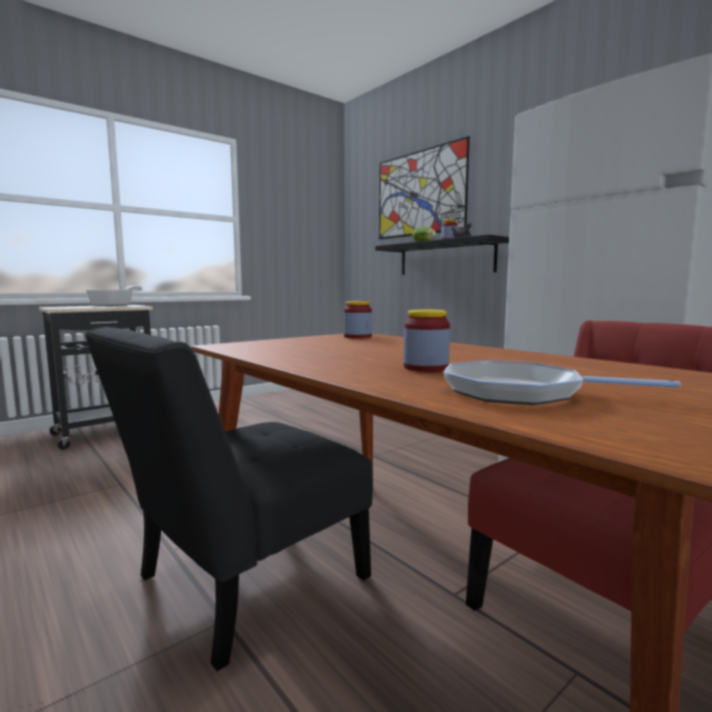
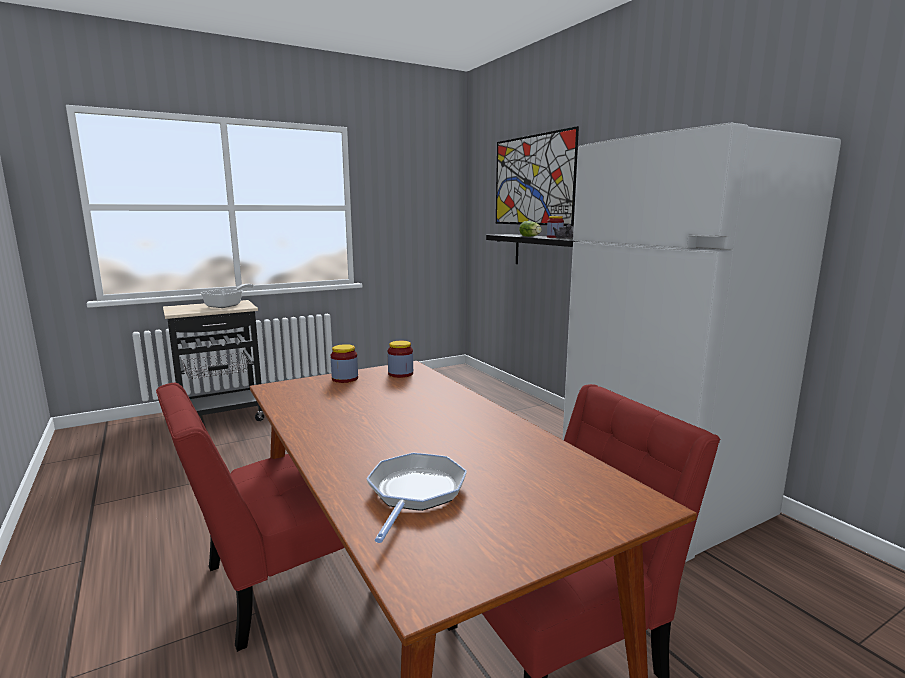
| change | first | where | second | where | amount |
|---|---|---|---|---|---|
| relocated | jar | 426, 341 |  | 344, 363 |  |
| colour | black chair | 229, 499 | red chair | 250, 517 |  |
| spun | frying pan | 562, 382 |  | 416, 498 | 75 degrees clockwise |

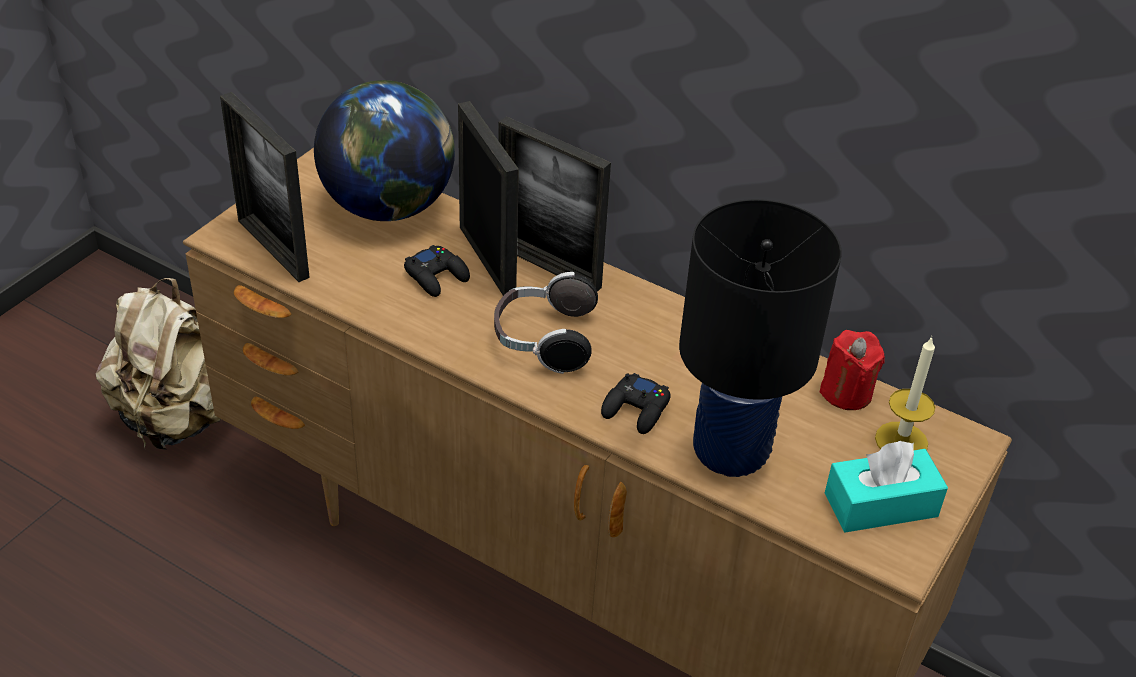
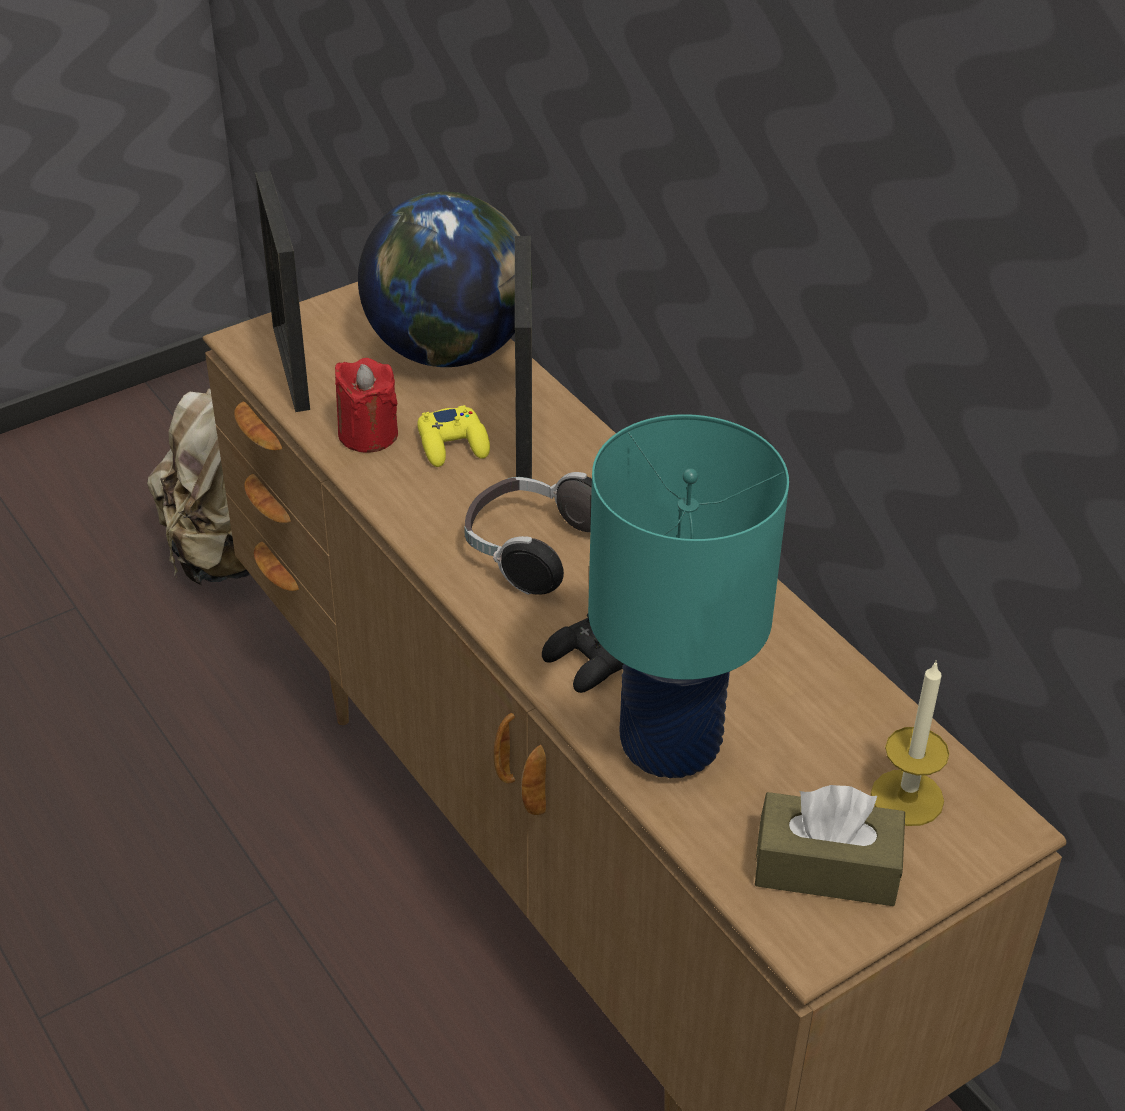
| change | first | where | second | where | amount |
|---|---|---|---|---|---|
| missing | picture frame | 554, 204 |  |  |  |
| colour | black table lamp | 760, 338 | turquoise table lamp | 688, 596 |  |
| colour | black game controller | 437, 271 | yellow game controller | 454, 436 |  |
| relocated | red candle | 852, 370 |  | 366, 405 |  |
| colour | turquoise tissue box | 886, 487 | brown tissue box | 830, 845 |  |

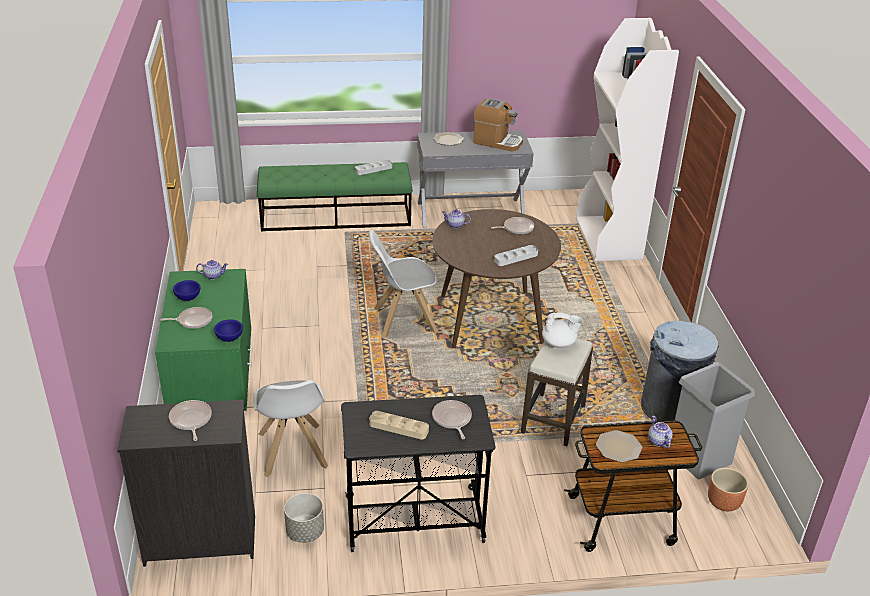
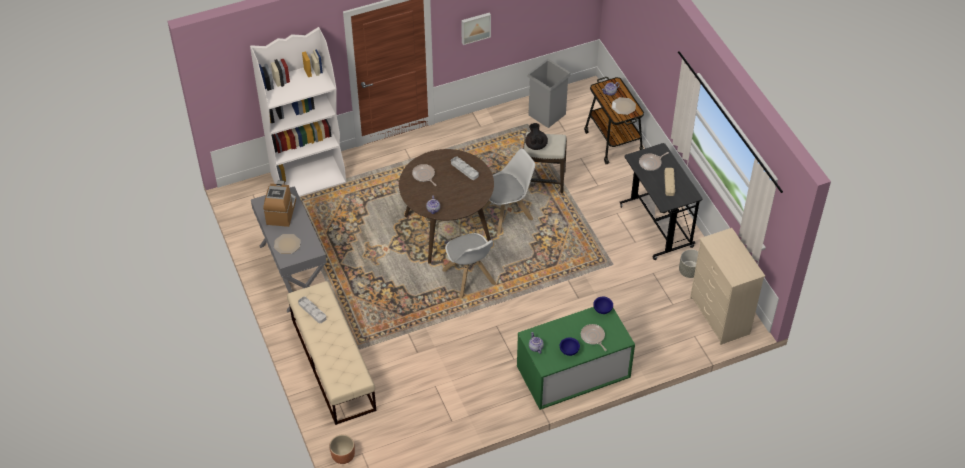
| change | first | where | second | where | amount |
|---|---|---|---|---|---|
| colour | green bench | 335, 197 | beige bench | 331, 353 |  |
| colour | white teapot | 562, 330 | black teapot | 536, 136 |  |
| missing | grey trash can | 680, 371 |  |  |  |
| relocated | chair | 291, 428 |  | 509, 191 |  |
| colour | black dresser | 186, 483 | beige dresser | 727, 286 |  |
| missing | frying pan | 190, 420 |  |  |  |
| relocated | brown planter | 728, 489 |  | 342, 449 |  |
| appeared |  |  | picture | 476, 28 |  |

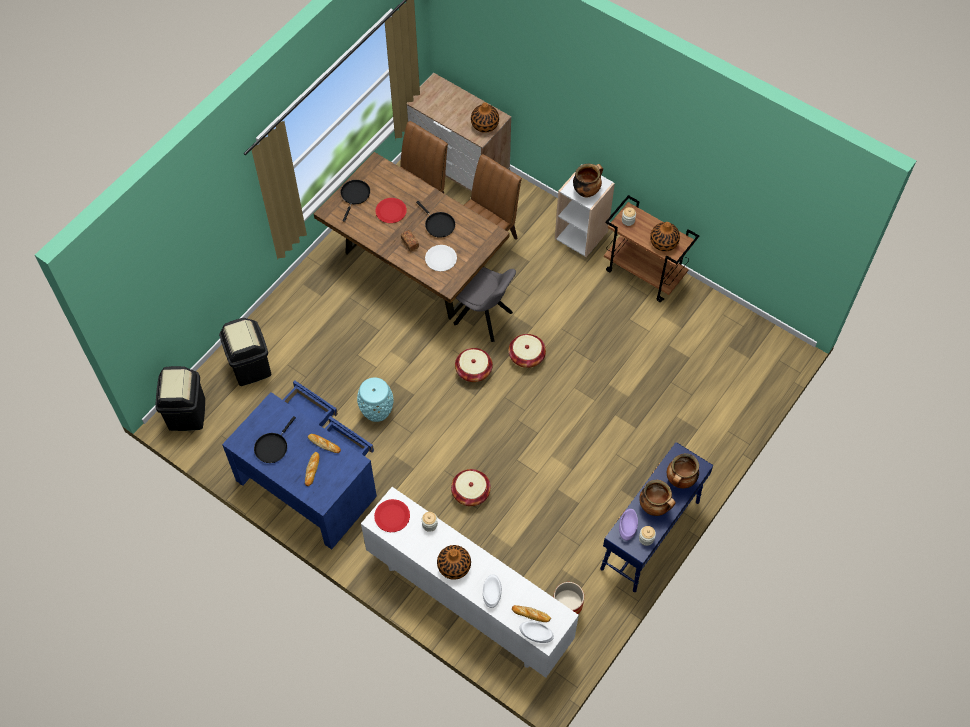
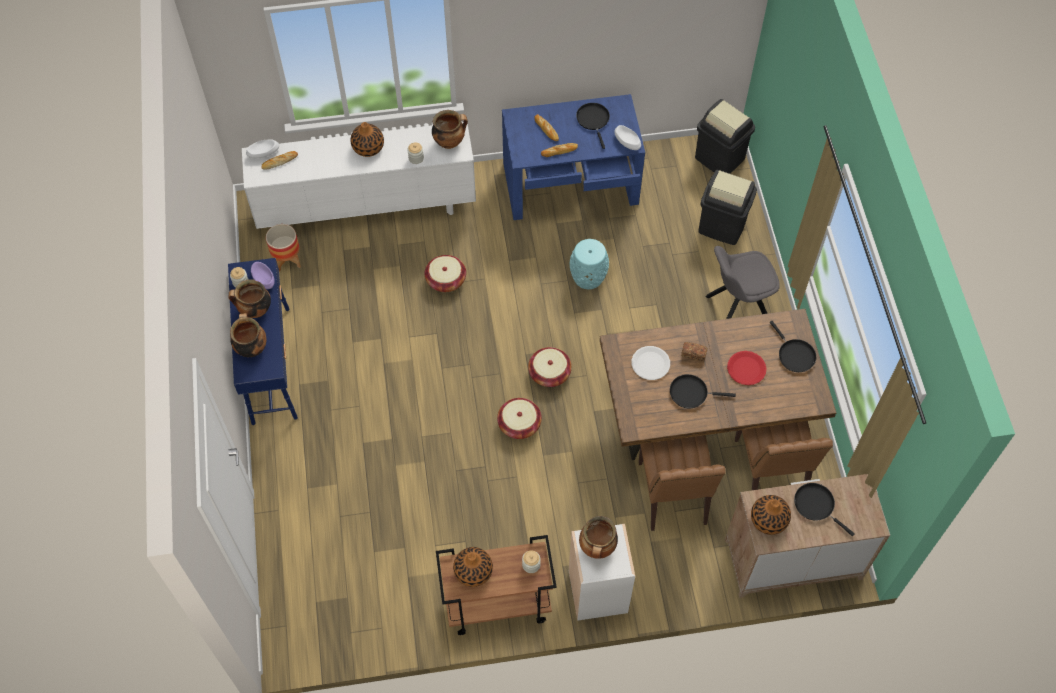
| change | first | where | second | where | amount |
|---|---|---|---|---|---|
| relocated | grey chair | 485, 304 |  | 743, 282 |  |
| exchanged | red plate | 392, 515 | cooking pot | 450, 129 |  |
| relocated | white bowl | 492, 591 |  | 627, 137 |  |
| appeared |  |  | black frying pan | 824, 509 |  |

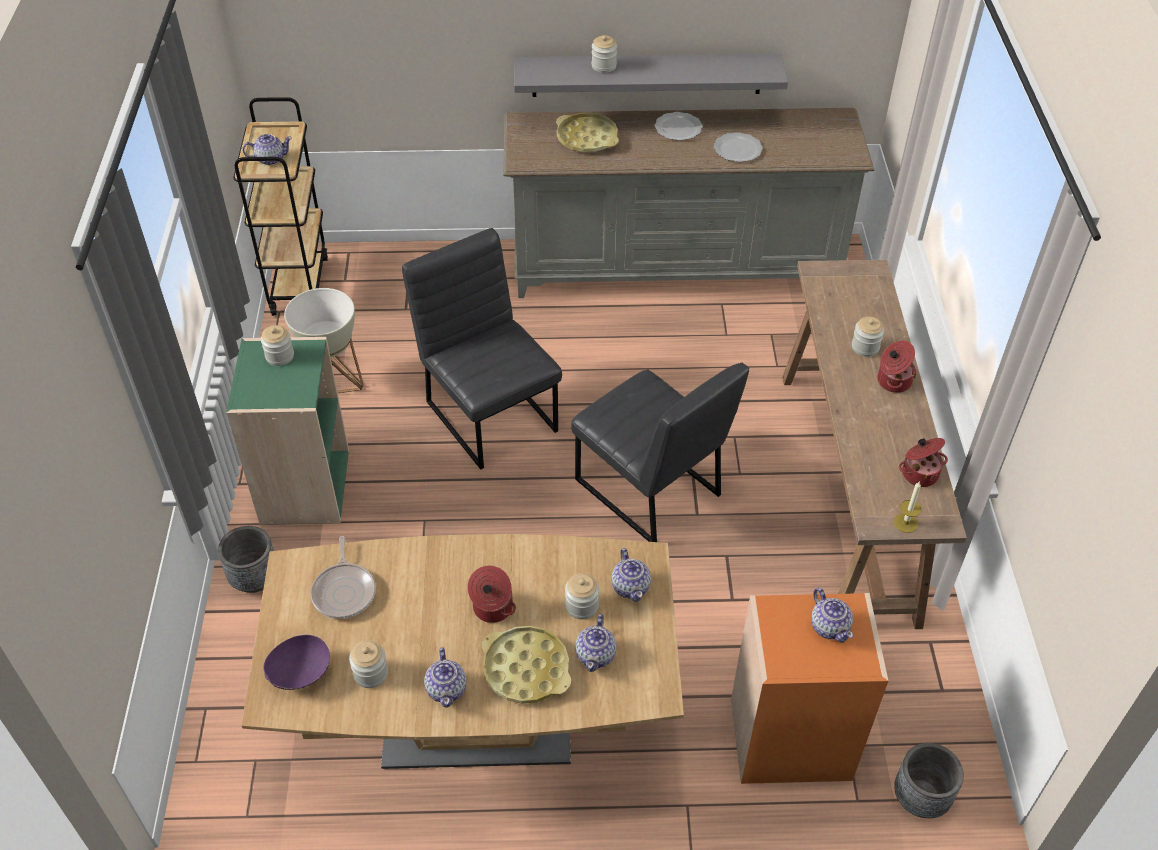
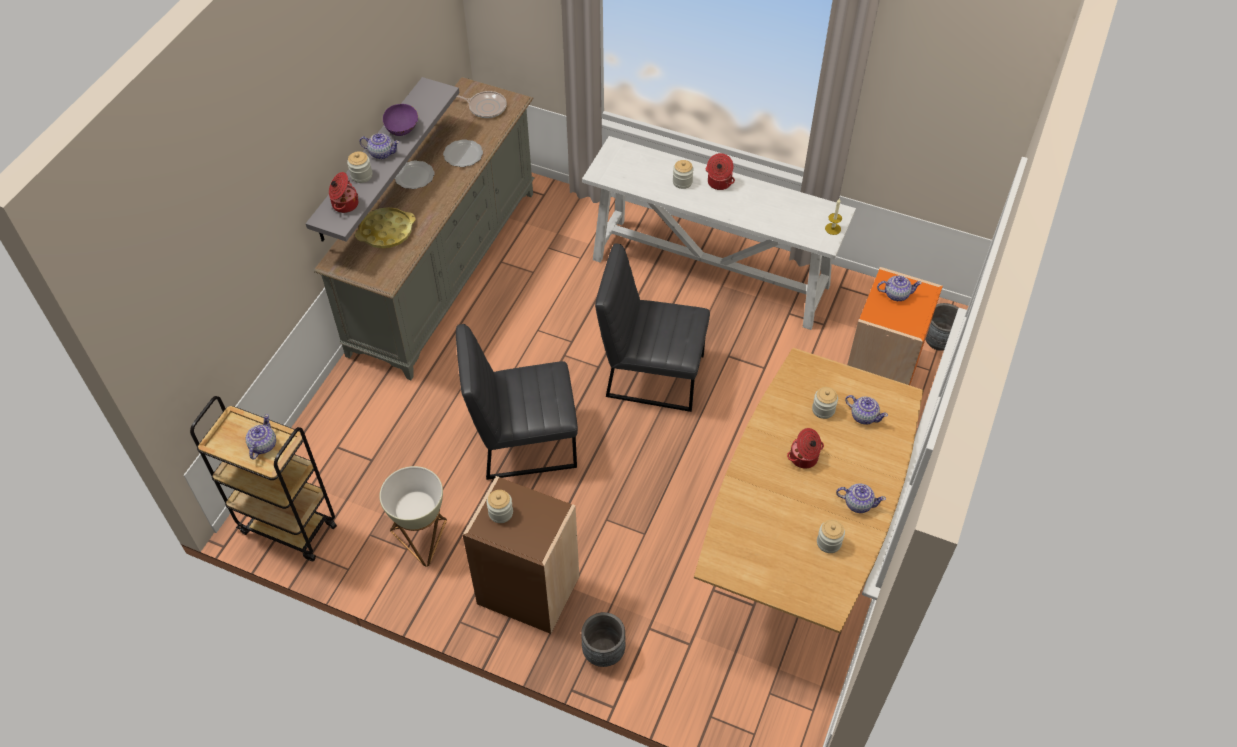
| change | first | where | second | where | amount |
|---|---|---|---|---|---|
| colour | brown console table | 874, 444 | white console table | 719, 233 |  |
| colour | green bookcase | 287, 431 | brown bookcase | 521, 555 |  |
| spun | grey chair | 660, 452 |  | 652, 327 | 150 degrees counterclockwise |
| relocated | cooking pot | 923, 462 |  | 343, 192 |  |
| relocated | frying pan | 343, 577 |  | 482, 104 |  |
| relocated | teapot | 631, 575 |  | 379, 146 |  |
| missing | yellow tray | 526, 665 |  |  |  |
| relocated | purple bowl | 296, 662 |  | 400, 119 |  |

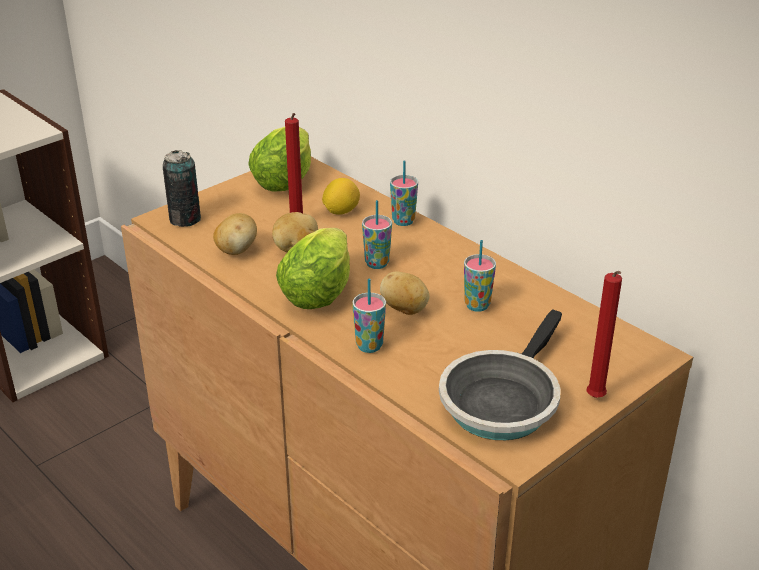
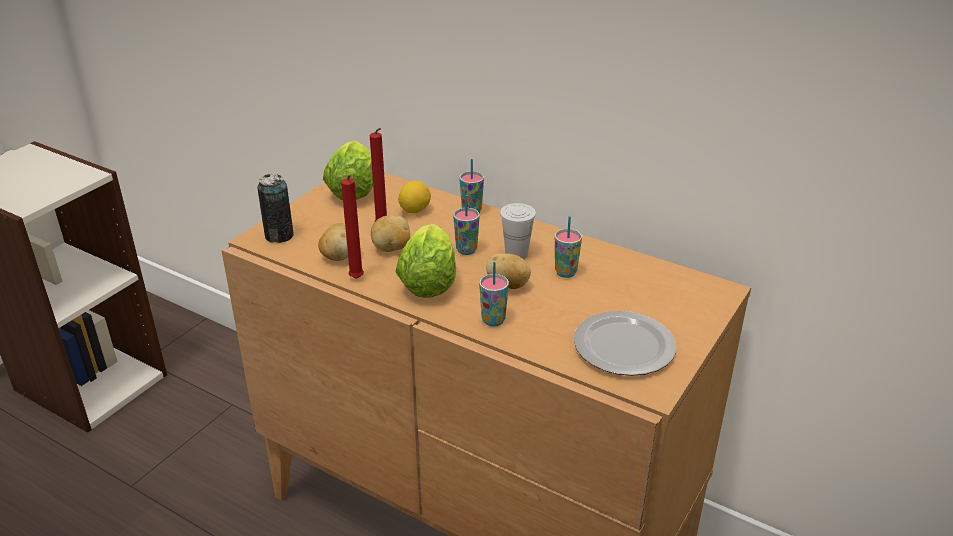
| change | first | where | second | where | amount |
|---|---|---|---|---|---|
| relocated | red candle | 604, 334 |  | 352, 227 |  |
| exchanged | frying pan | 500, 374 | plate | 625, 343 |  |
| appeared |  |  | white cup | 518, 231 |  |

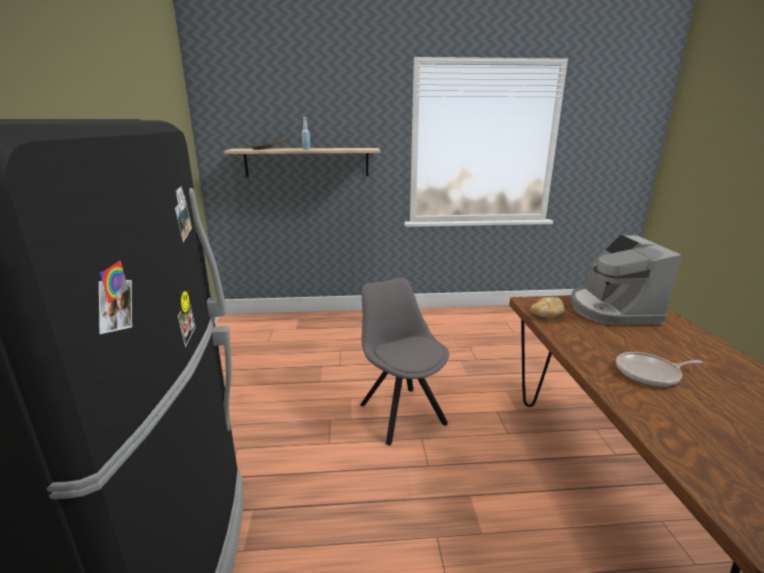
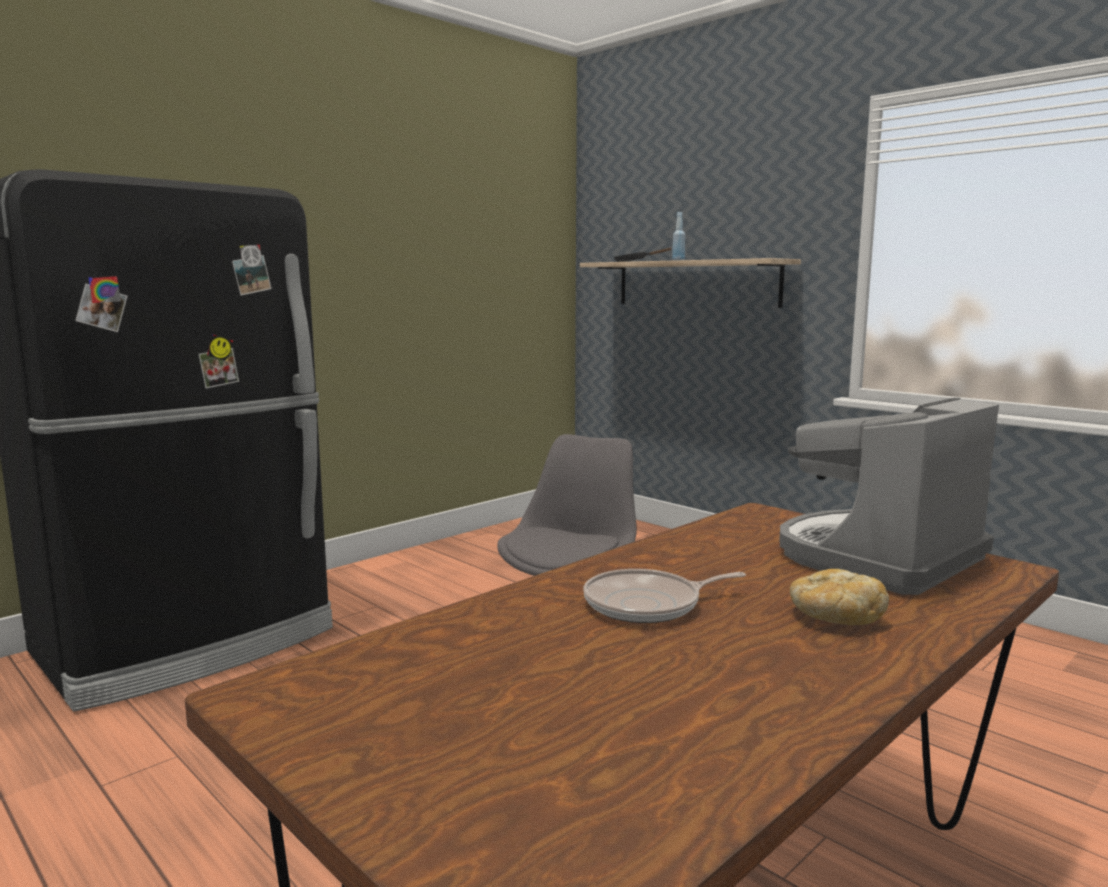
| change | first | where | second | where | amount |
|---|---|---|---|---|---|
| relocated | bread | 547, 307 |  | 839, 597 |  |
| spun | frying pan | 659, 369 |  | 664, 596 | 60 degrees counterclockwise |

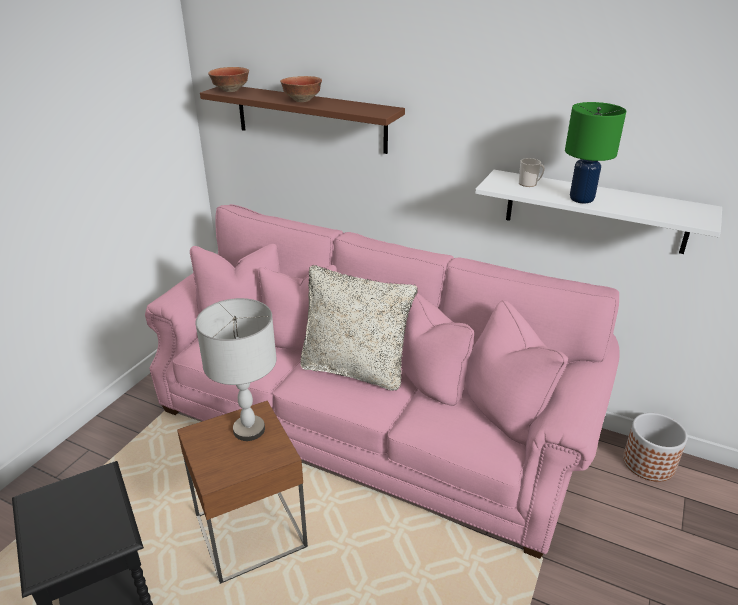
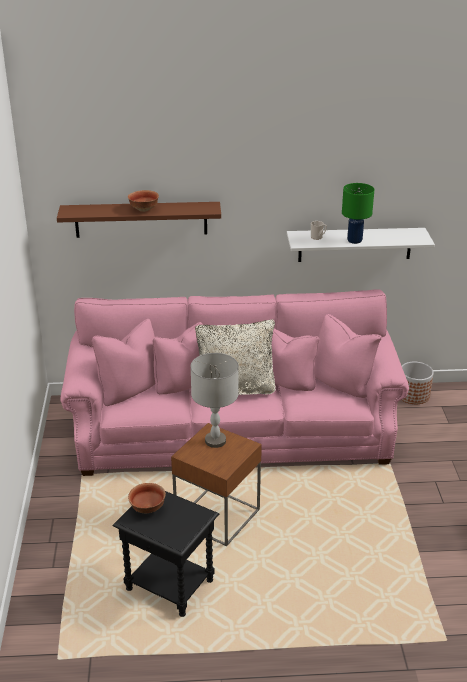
| change | first | where | second | where | amount |
|---|---|---|---|---|---|
| relocated | bowl | 228, 79 |  | 147, 498 |  |

